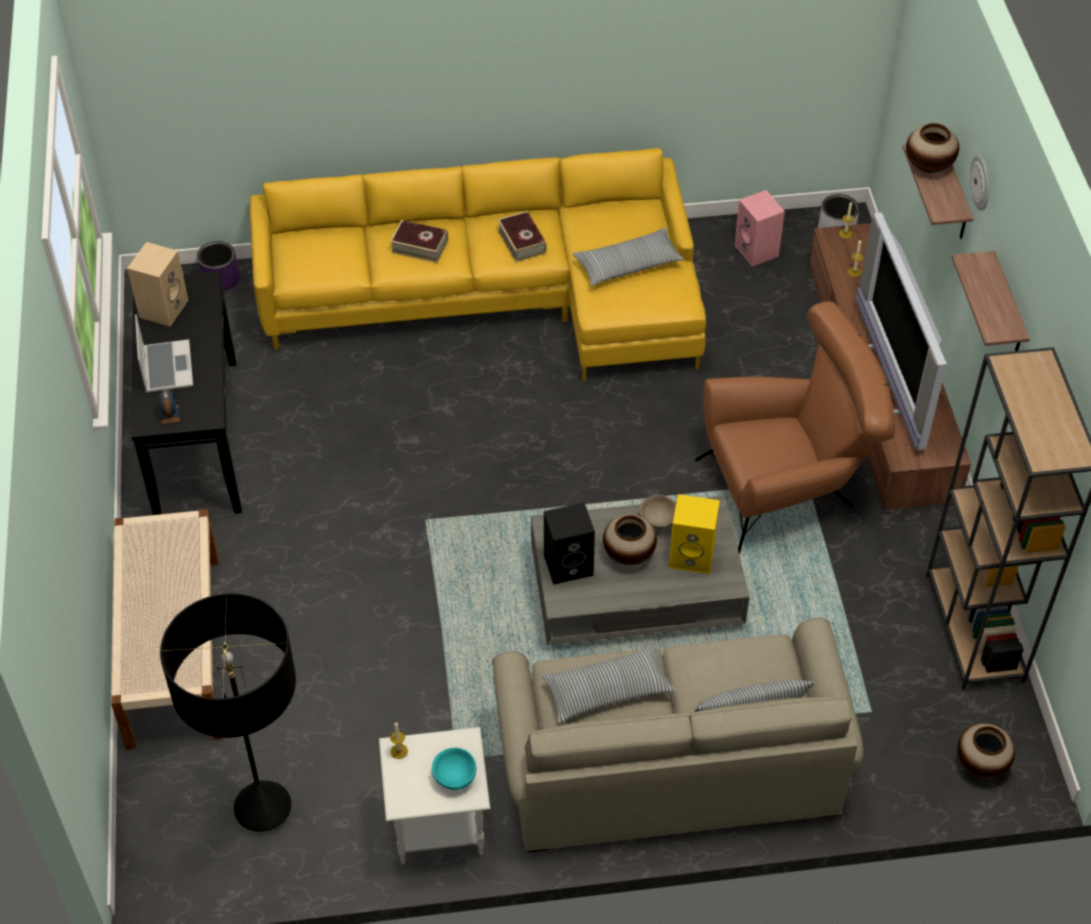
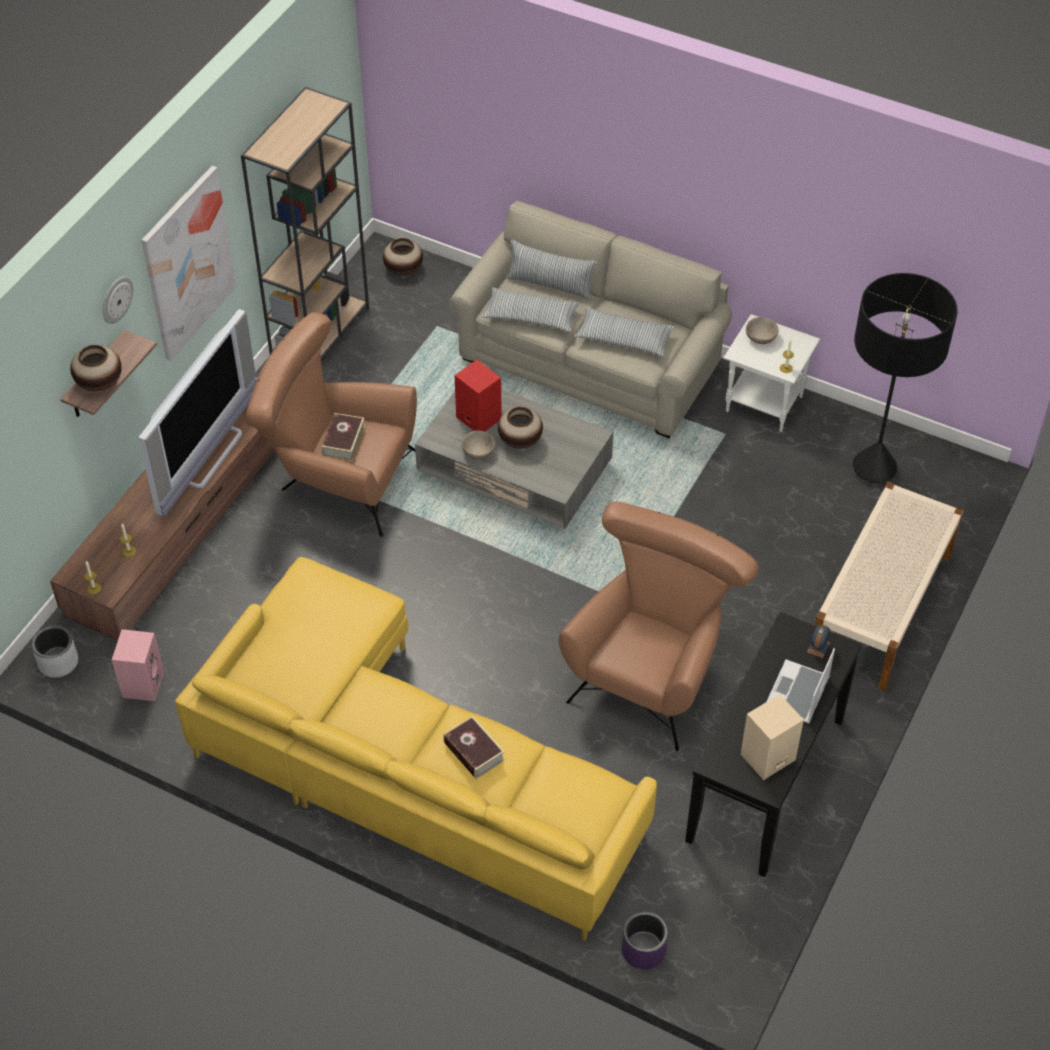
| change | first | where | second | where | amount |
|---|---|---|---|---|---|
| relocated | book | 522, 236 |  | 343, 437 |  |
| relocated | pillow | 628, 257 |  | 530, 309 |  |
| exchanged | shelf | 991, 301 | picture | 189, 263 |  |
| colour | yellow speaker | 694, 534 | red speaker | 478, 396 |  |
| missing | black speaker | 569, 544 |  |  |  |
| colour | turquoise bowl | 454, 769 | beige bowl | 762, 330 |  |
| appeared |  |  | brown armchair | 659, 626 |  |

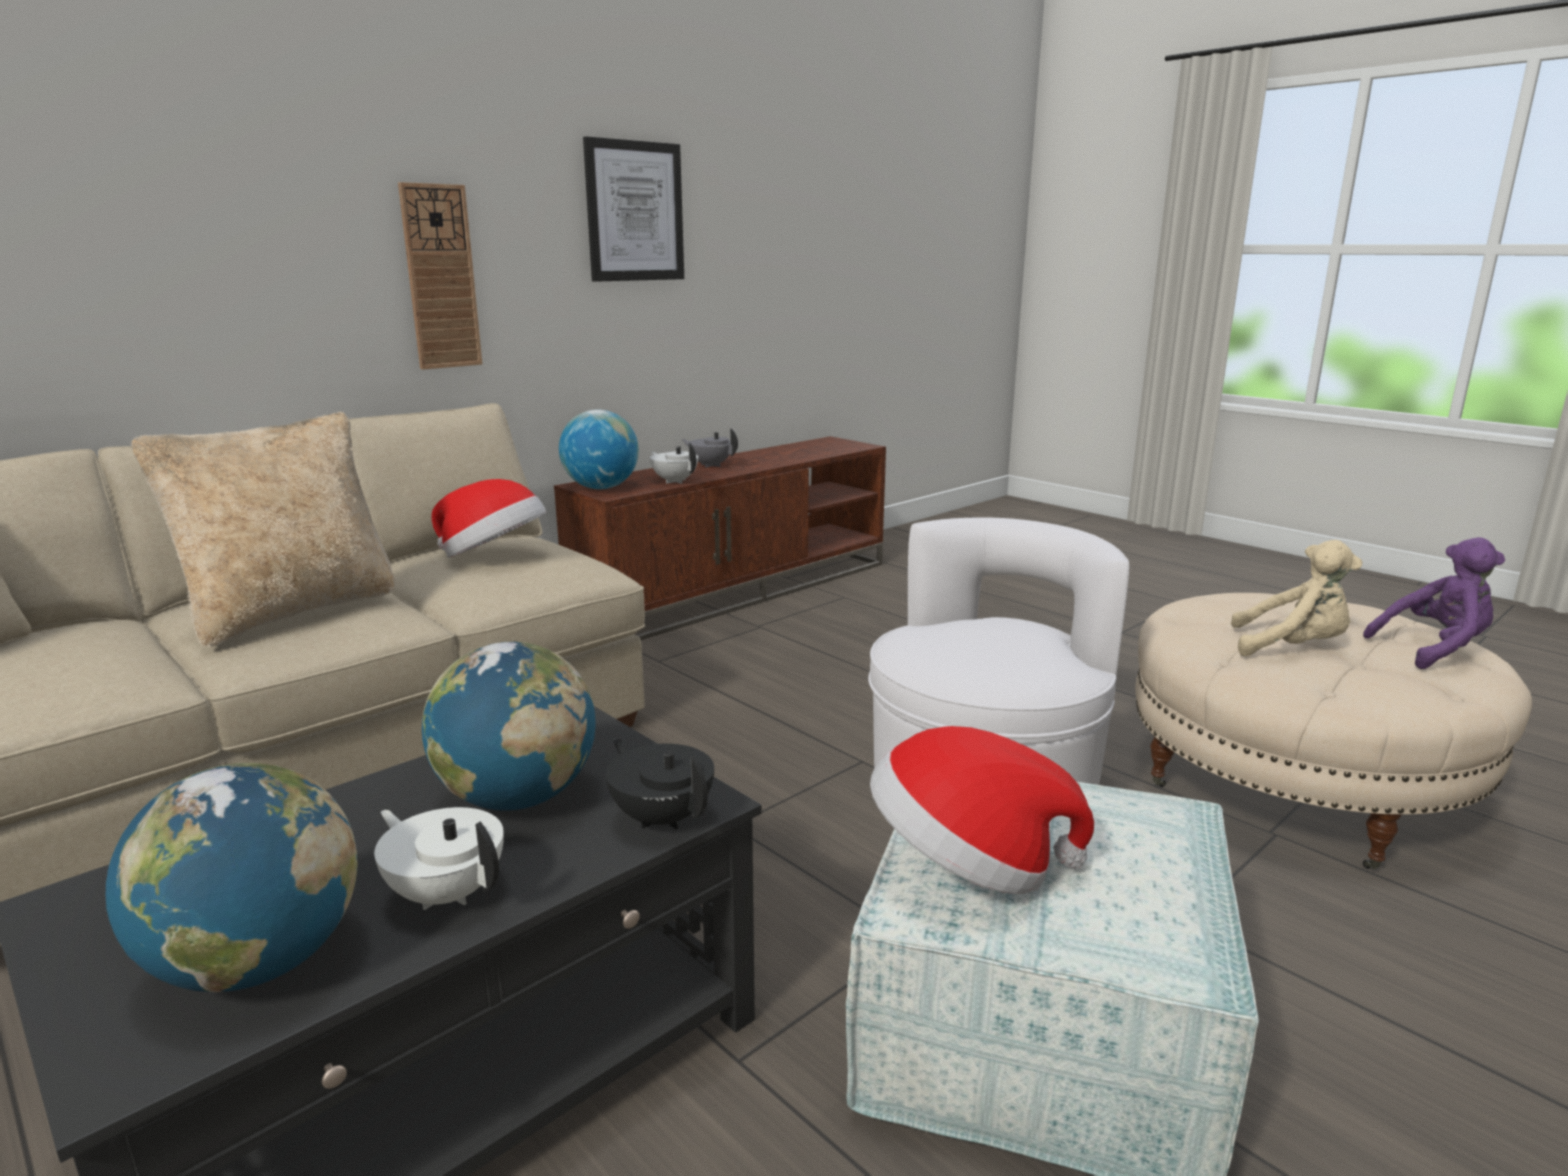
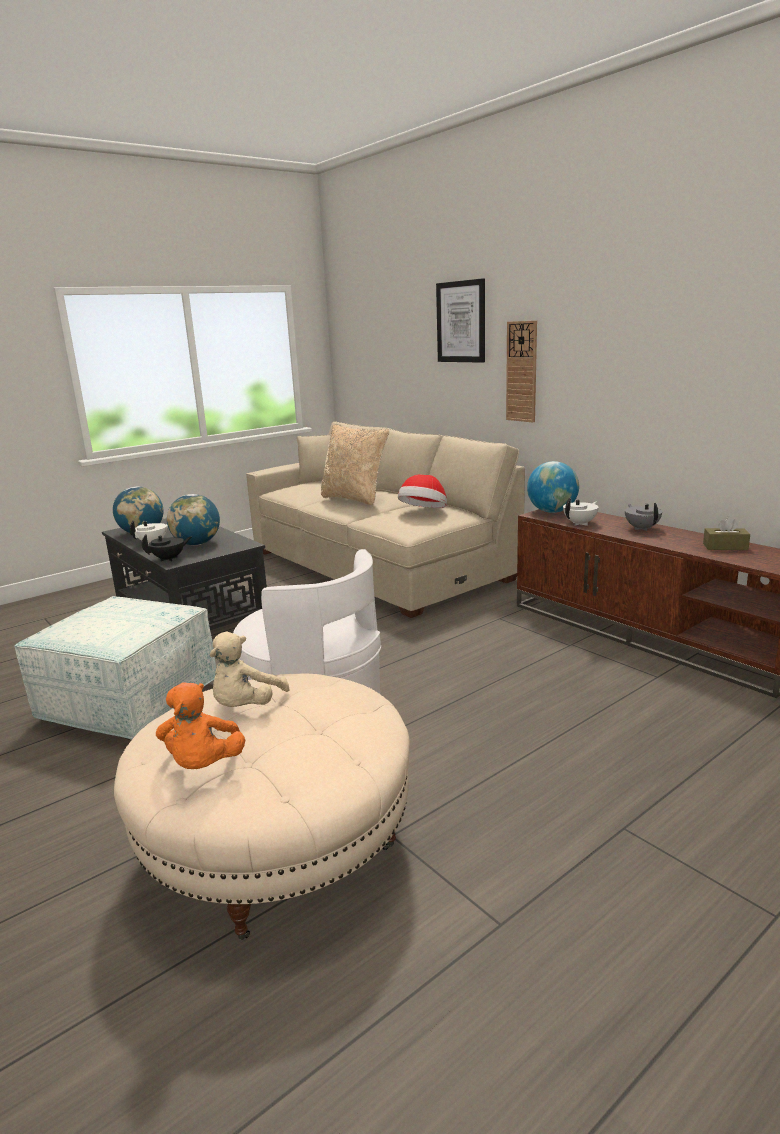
| change | first | where | second | where | amount |
|---|---|---|---|---|---|
| relocated | picture | 633, 209 |  | 460, 320 |  |
| spun | grey teapot | 709, 448 |  | 643, 517 | 45 degrees counterclockwise |
| colour | purple plush toy | 1434, 603 | orange plush toy | 200, 726 |  |
| missing | hat | 982, 810 |  |  |  |
| appeared |  |  | brown tissue box | 726, 533 |  |

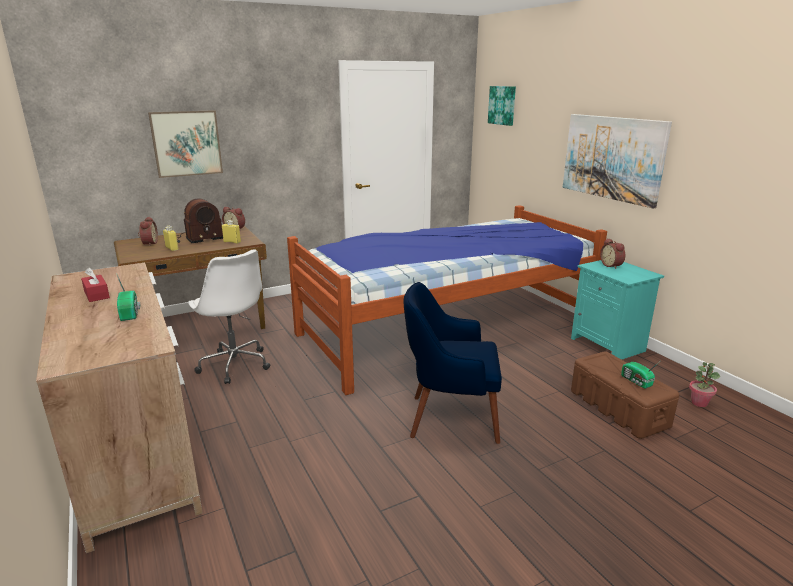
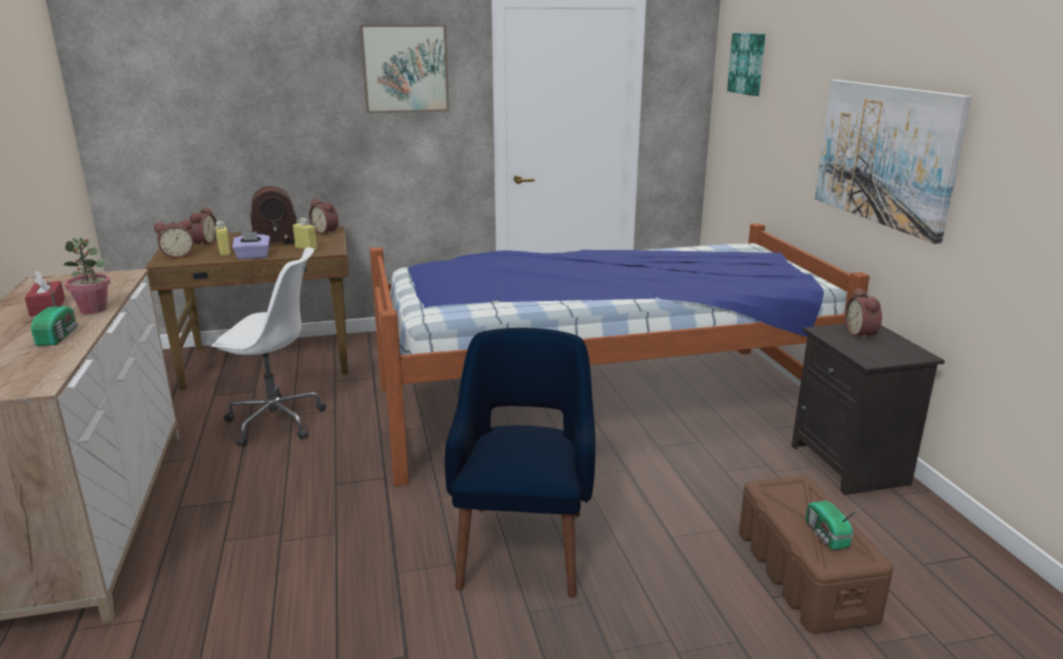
| change | first | where | second | where | amount |
|---|---|---|---|---|---|
| relocated | picture | 185, 144 |  | 404, 68 |  |
| spun | white office chair | 229, 316 |  | 269, 347 | 60 degrees counterclockwise |
| colour | turquoise nightstand | 617, 310 | black nightstand | 868, 409 |  |
| spun | blue armchair | 452, 363 |  | 520, 463 | 75 degrees clockwise |
| relocated | potted plant | 704, 384 |  | 87, 276 |  |
| appeared |  |  | alarm clock | 174, 239 |  |
| appeared |  |  | purple tissue box | 251, 245 |  |

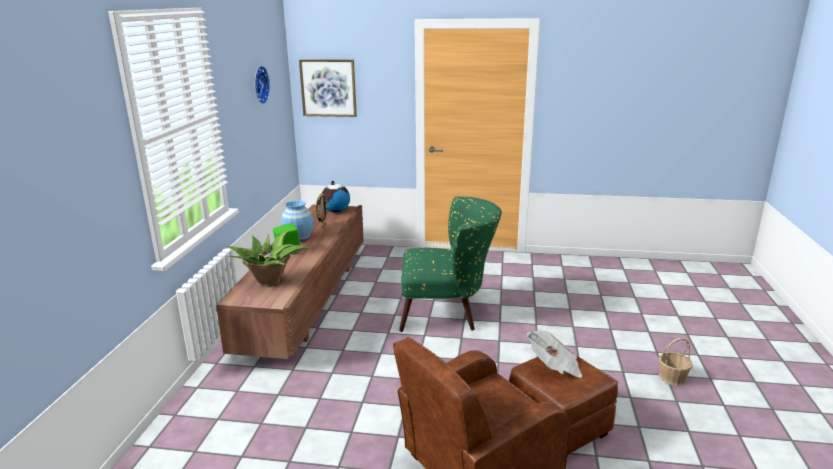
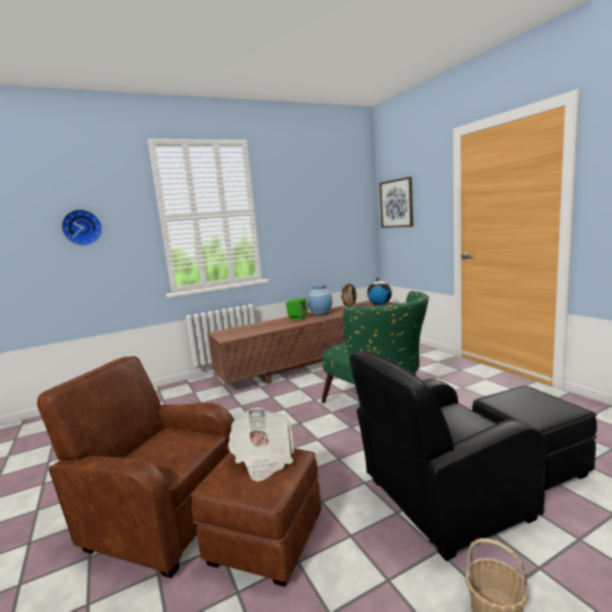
| change | first | where | second | where | amount |
|---|---|---|---|---|---|
| relocated | wall clock | 262, 85 |  | 81, 227 |  |
| missing | potted plant | 267, 258 |  |  |  |
| appeared |  |  | black armchair | 473, 455 |  |

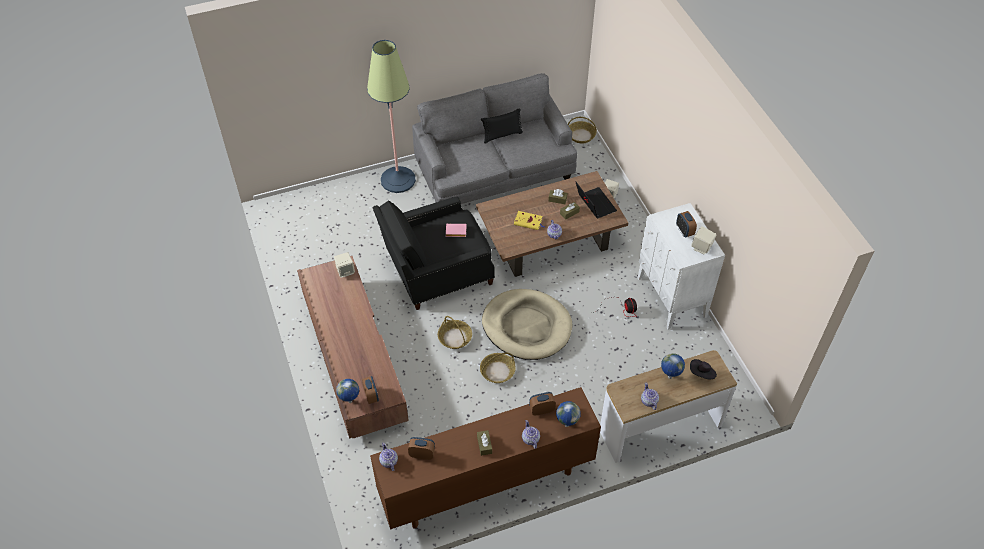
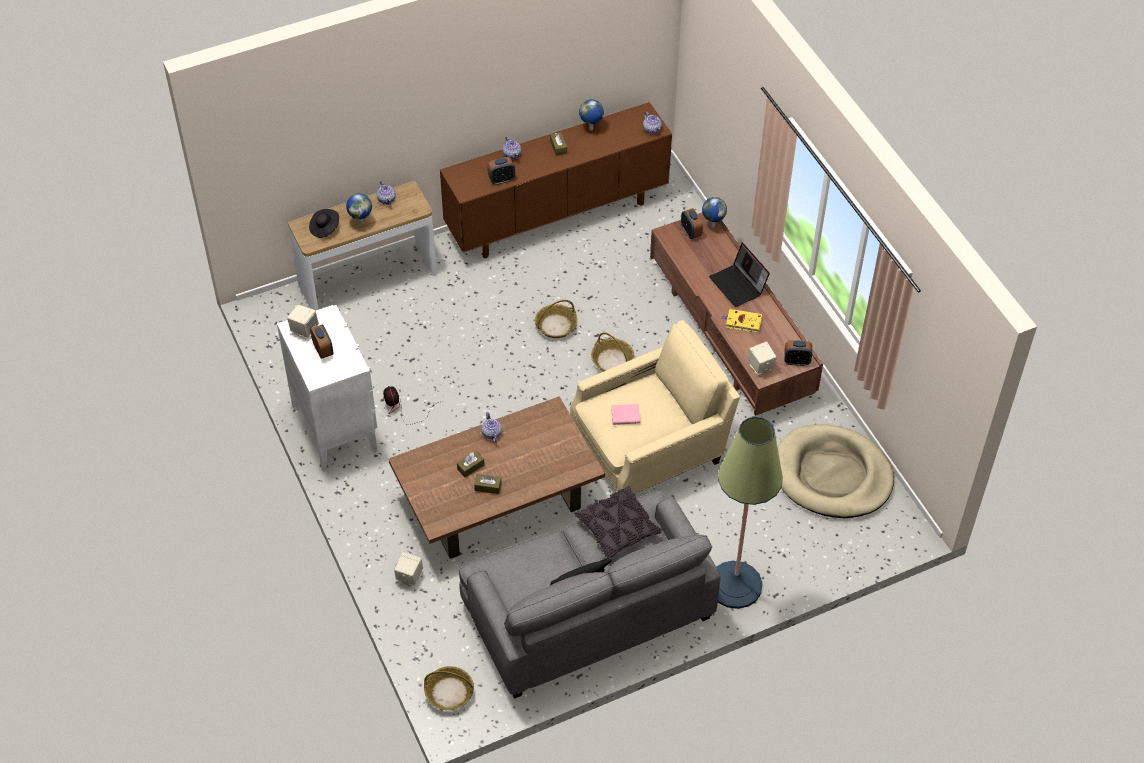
| change | first | where | second | where | amount |
|---|---|---|---|---|---|
| relocated | laptop | 596, 200 |  | 739, 275 |  |
| colour | black armchair | 434, 253 | beige armchair | 655, 407 |  |
| relocated | yellow book | 529, 220 |  | 741, 321 |  |
| relocated | beige dog bed | 527, 324 |  | 836, 471 |  |
| relocated | globe | 568, 414 |  | 591, 115 |  |
| relocated | alarm clock | 421, 448 |  | 798, 353 |  |
| appeared |  |  | black pillow | 618, 522 |  |

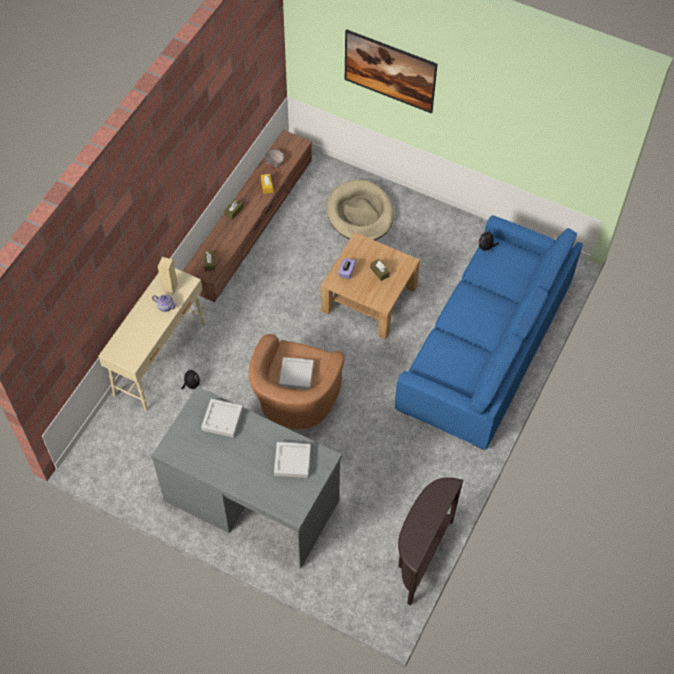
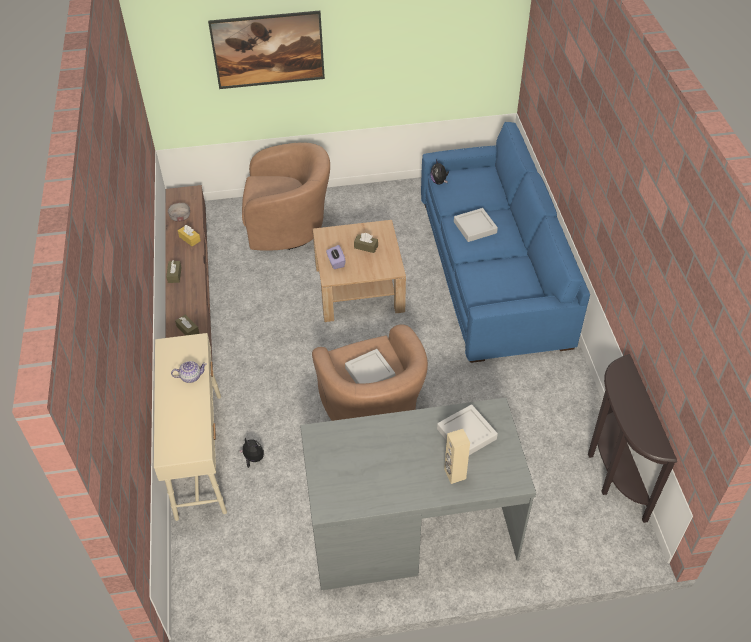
| change | first | where | second | where | amount |
|---|---|---|---|---|---|
| exchanged | beige dog bed | 360, 209 | brown armchair | 286, 197 |  |
| relocated | beige speaker | 168, 276 |  | 457, 456 |  |
| relocated | grey tray | 222, 418 |  | 476, 225 |  |

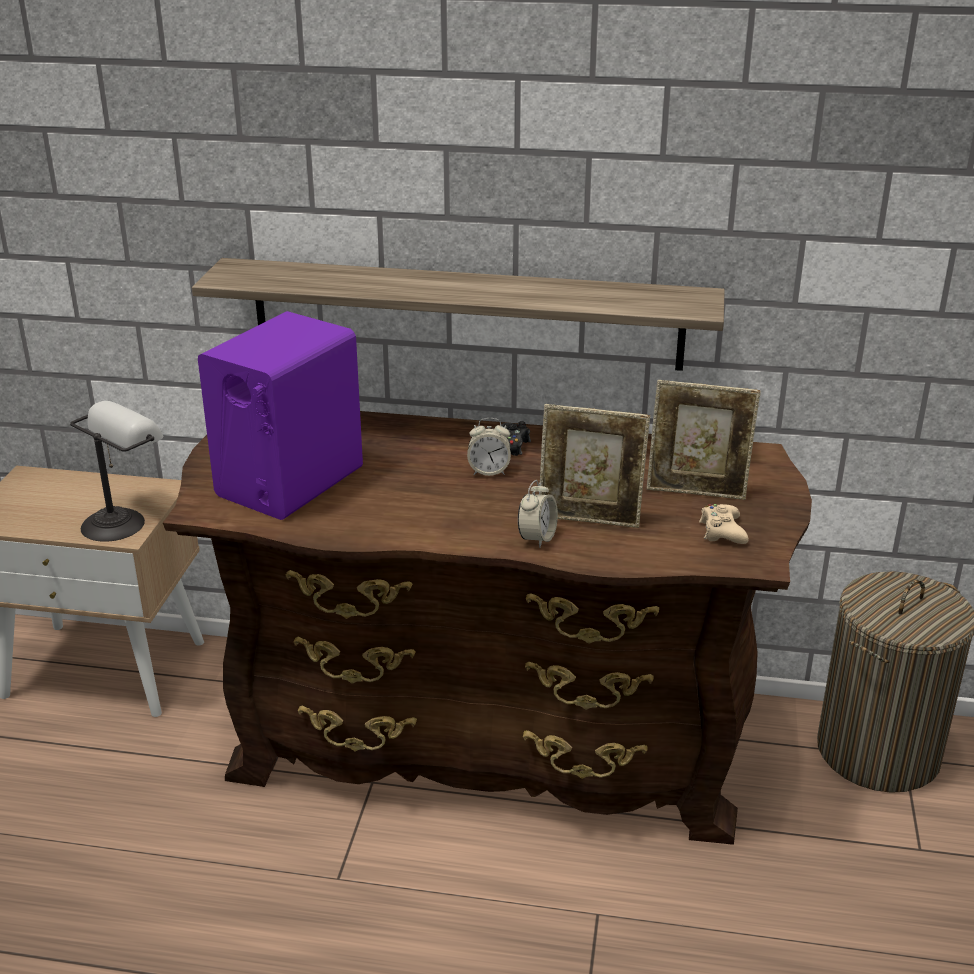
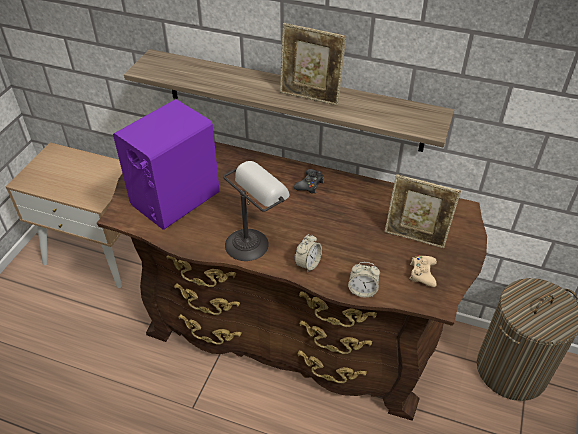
| change | first | where | second | where | amount |
|---|---|---|---|---|---|
| relocated | table lamp | 116, 471 |  | 256, 211 |  |
| relocated | picture frame | 595, 466 |  | 313, 64 |  |
| relocated | alarm clock | 489, 447 |  | 364, 279 |  |

